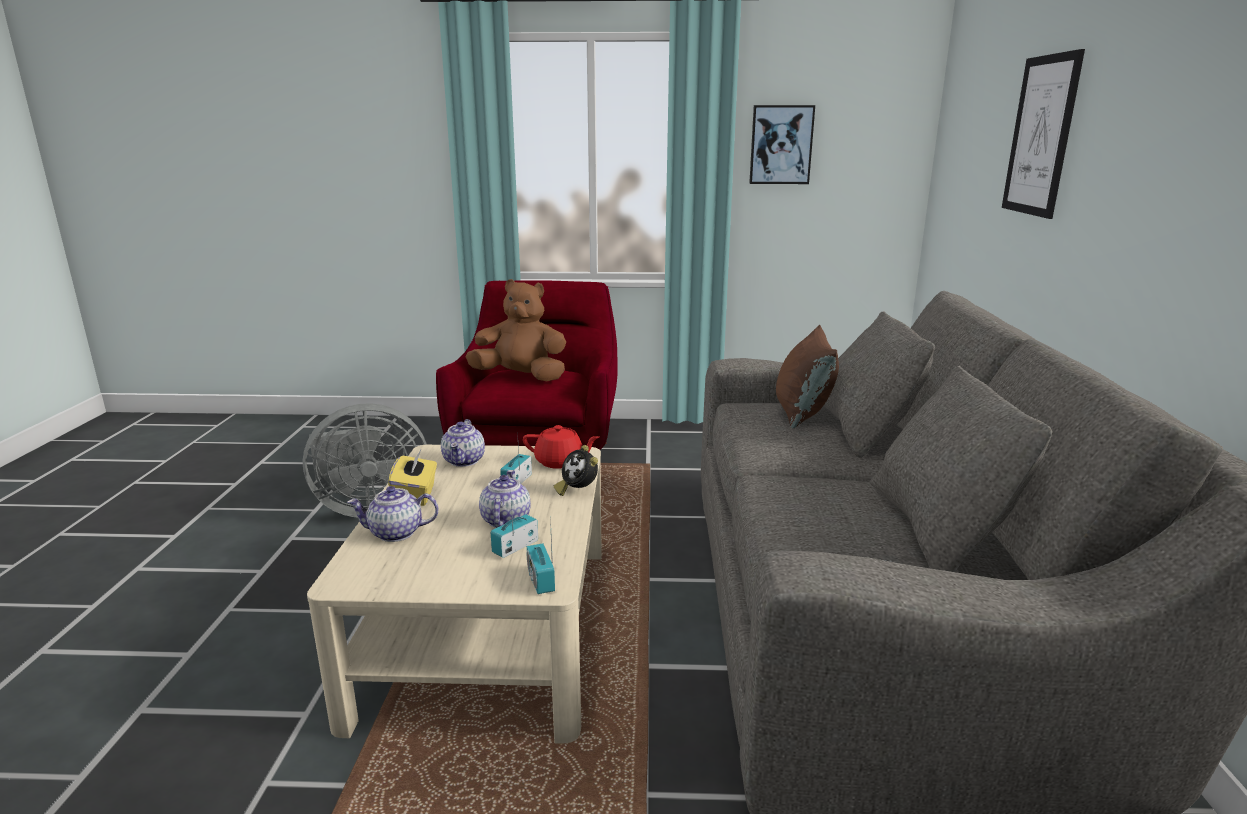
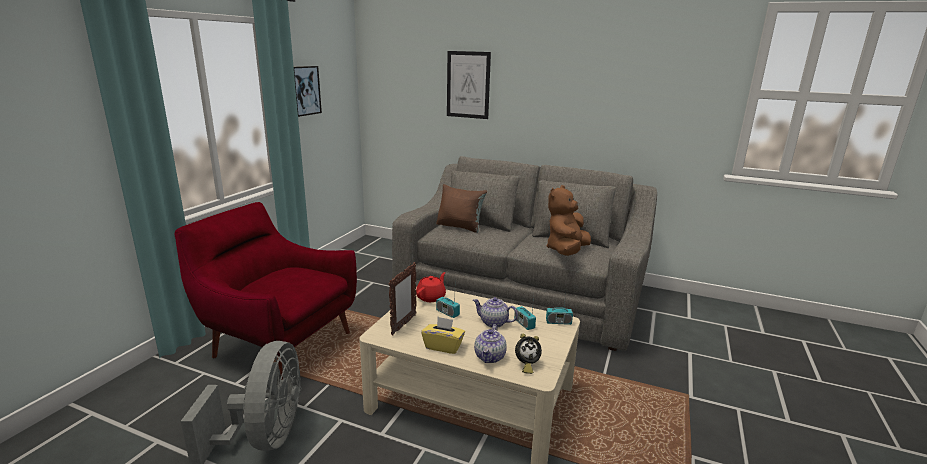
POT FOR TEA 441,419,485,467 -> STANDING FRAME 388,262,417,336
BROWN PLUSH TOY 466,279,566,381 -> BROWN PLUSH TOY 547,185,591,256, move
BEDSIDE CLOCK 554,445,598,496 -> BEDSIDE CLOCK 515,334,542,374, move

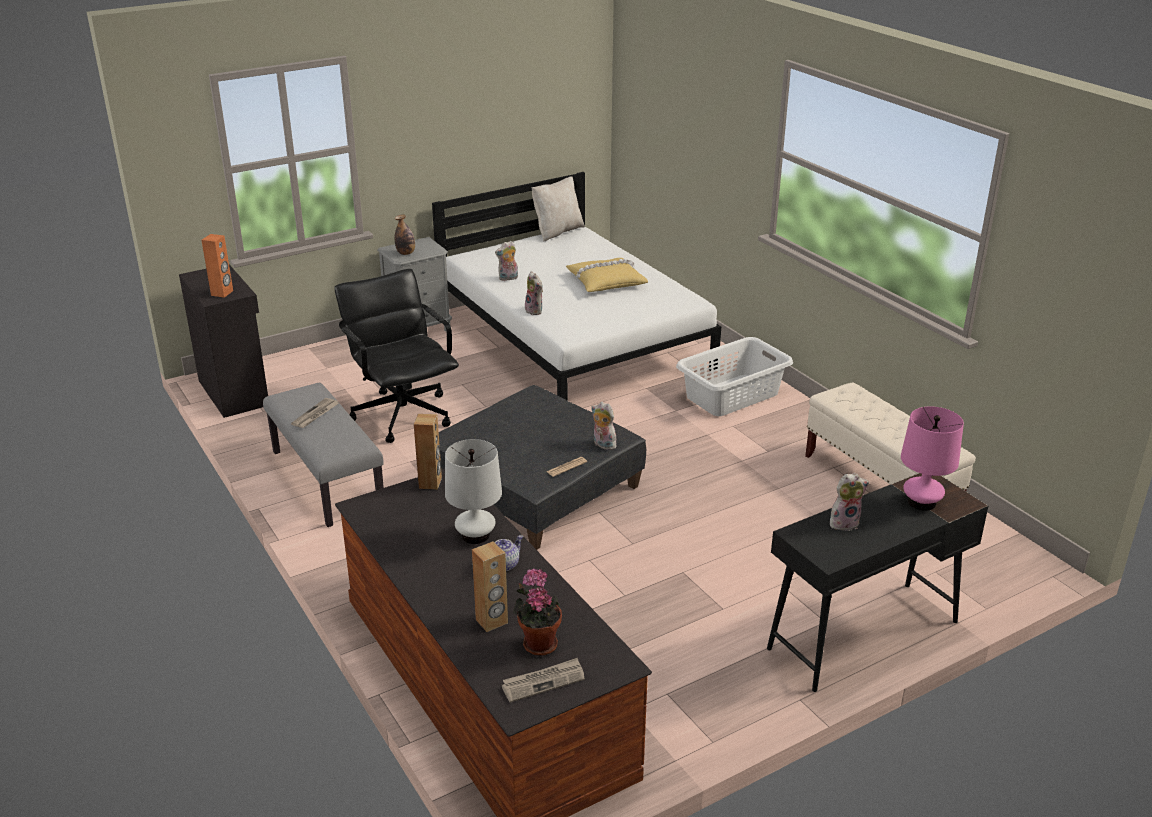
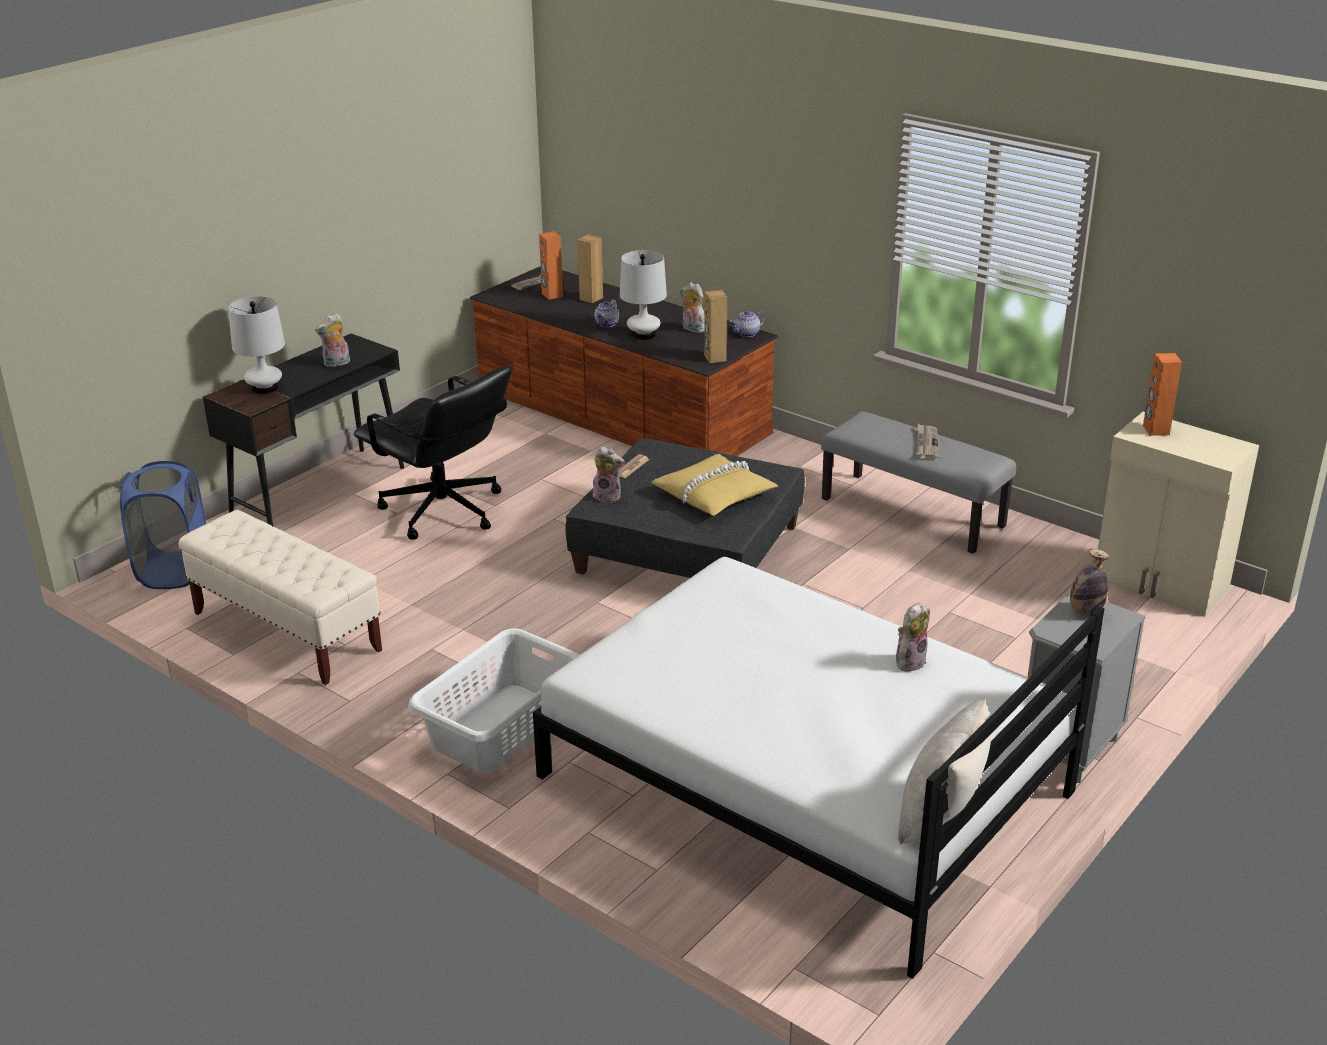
BLACK CABINET 179,264,268,418 -> BEIGE-COLOURED CABINET 1098,412,1259,617
BLACK DESK CHAIR 334,269,459,443 -> BLACK DESK CHAIR 354,366,512,540, move
POTTED PLANT 513,568,562,656 -> ORANGE AUDIO SPEAKER 539,231,563,300
PLUSH TOY 525,271,543,315 -> PLUSH TOY 680,282,705,333, move
YELLOWISH THROW PILLOW 566,258,648,292 -> YELLOWISH THROW PILLOW 651,454,778,516, move
PINK TABLETOP LAMP 901,407,964,511 -> WHITE-COLOURED TABLETOP LAMP 228,296,285,394
none -> BLUE WASHING BASKET 120,461,206,589
none -> POT FOR TEA 730,310,765,337

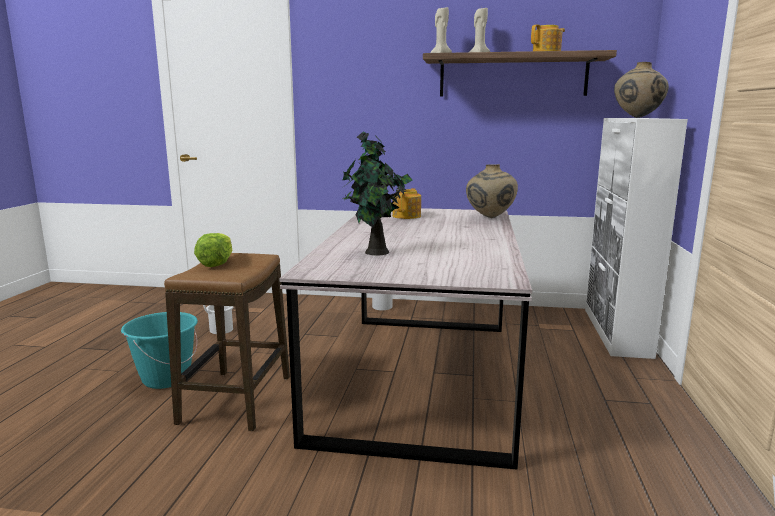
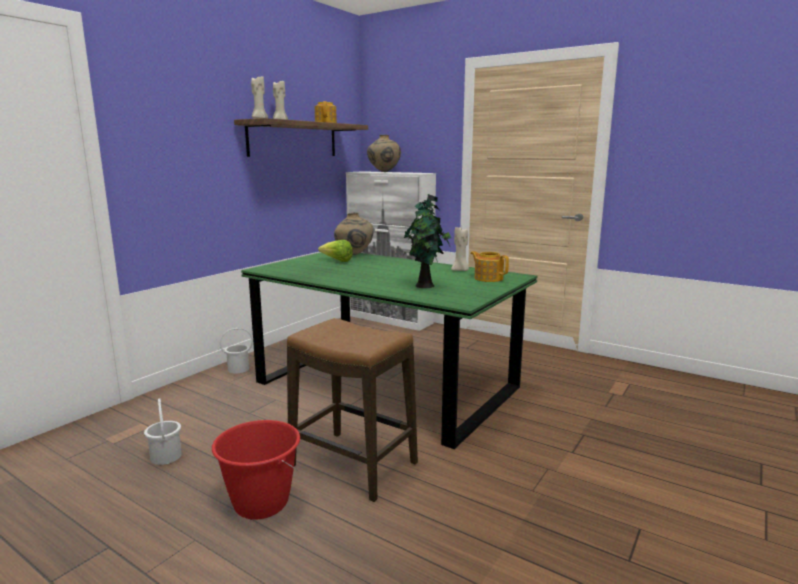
BLUE-GREEN WATER BUCKET 121,312,198,389 -> RED WATER BUCKET 212,420,300,520
LETTUCE 194,233,232,267 -> LETTUCE 318,240,353,262, move
GRAY KITCHEN TABLE 279,208,532,470 -> GREEN KITCHEN TABLE 241,253,538,449
POT FOR TEA 392,188,421,219 -> POT FOR TEA 470,251,509,282, move
none -> BEIGE-COLOURED WAX CANDLE 451,227,469,271

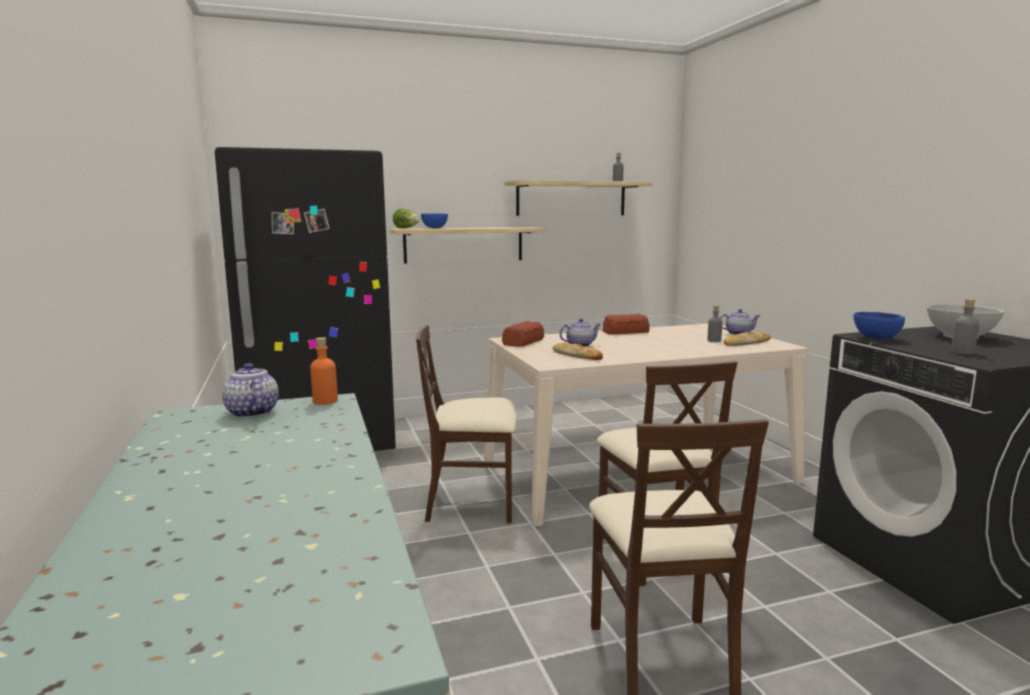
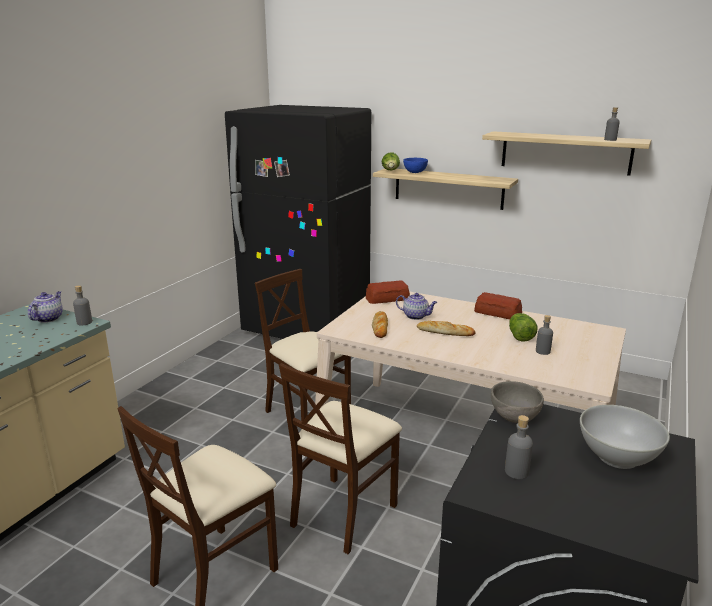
ORANGE BOTTLE 310,337,338,405 -> GRAY BOTTLE 73,285,92,325
POT FOR TEA 720,309,760,335 -> none
BAKED BREAD 723,332,771,346 -> BAKED BREAD 417,321,475,336, move
BLUE SERVING BOWL 853,312,905,339 -> GRAY SERVING BOWL 491,381,544,423
none -> LETTUCE 509,313,537,342

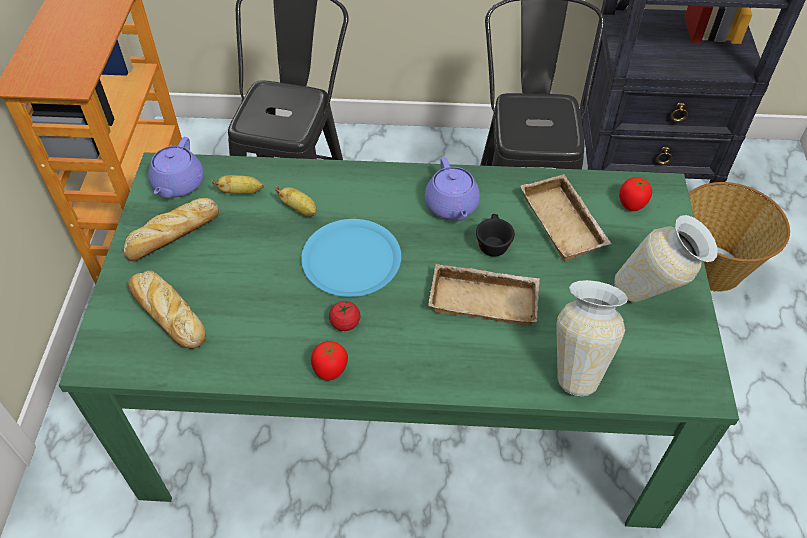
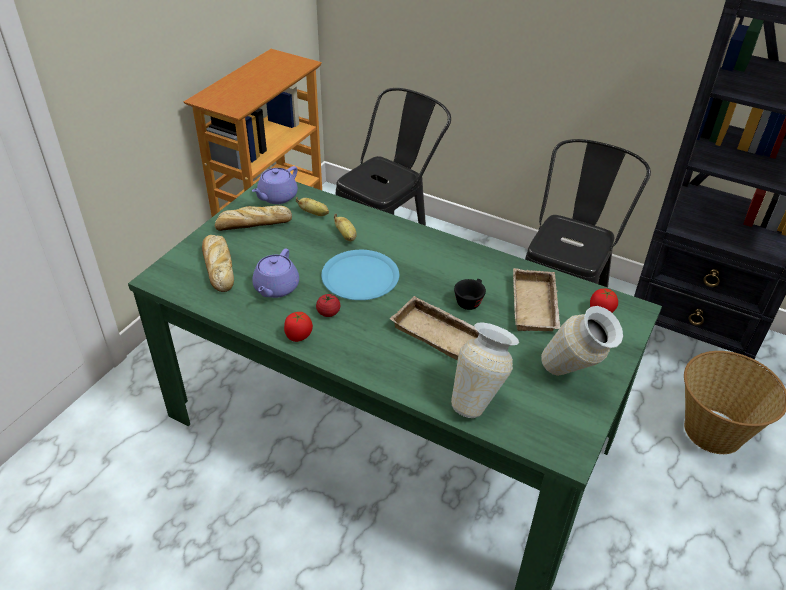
PURPLE POT FOR TEA 425,157,480,221 -> PURPLE POT FOR TEA 252,249,299,298, move

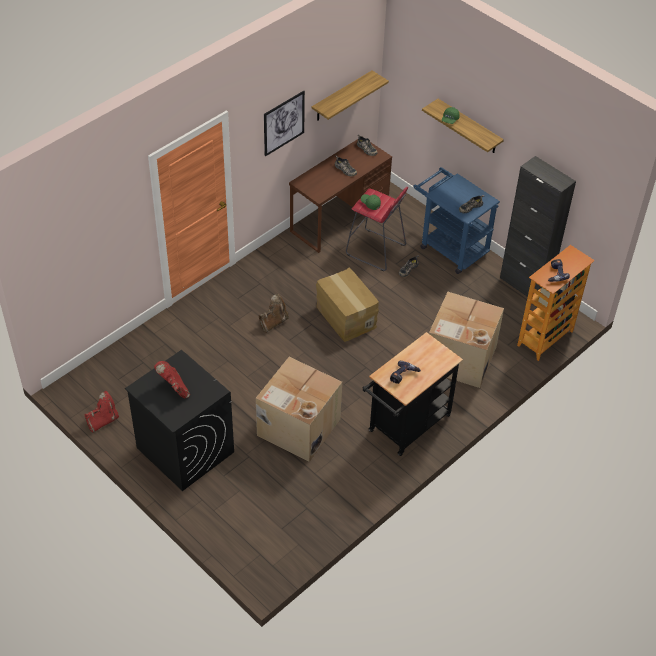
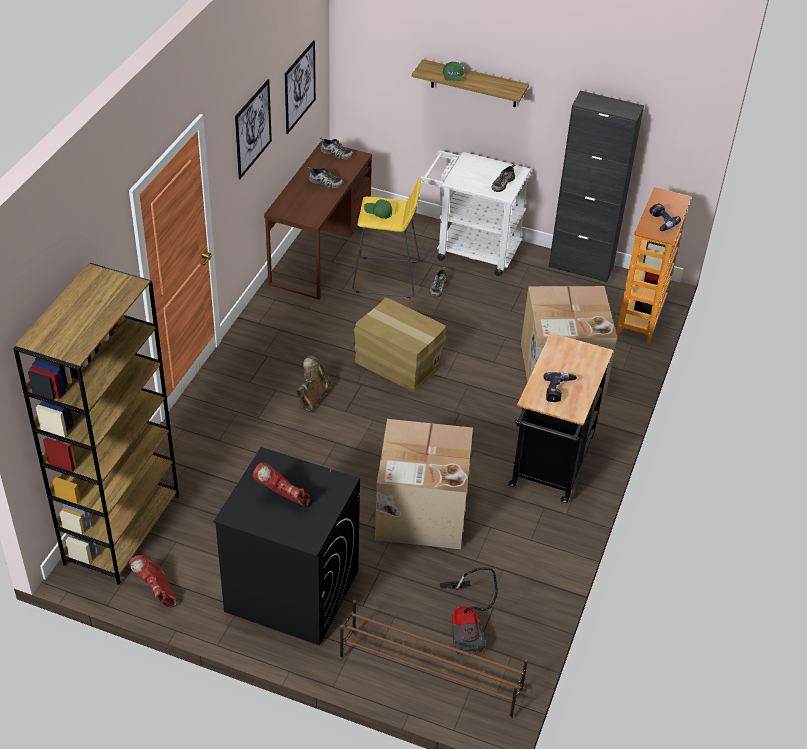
RED TALL BOOT 85,391,119,433 -> RED TALL BOOT 129,555,177,607, 60 degrees counterclockwise
BRACKET SHELF 312,71,389,121 -> PICTURE 284,40,316,134
RED STOOL SEAT 346,187,408,271 -> YELLOWISH STOOL SEAT 353,177,421,298
BLUE TROLLEY 413,167,500,274 -> WHITE-COLOURED TROLLEY 421,150,531,276
none -> BROWN SHELVING UNIT 13,263,179,585
none -> BROWN SHOE RACK 340,600,528,719
none -> VACUUM CLEANER 440,568,498,654

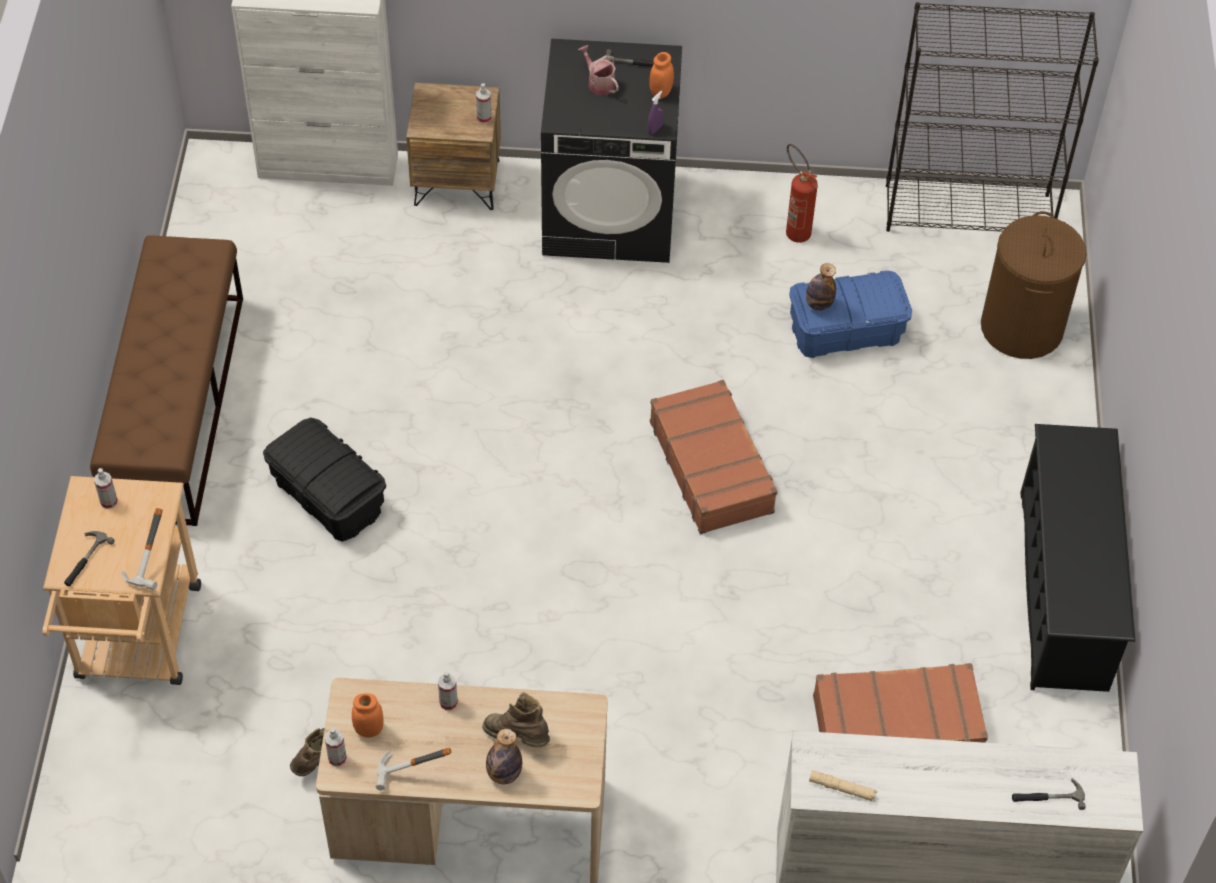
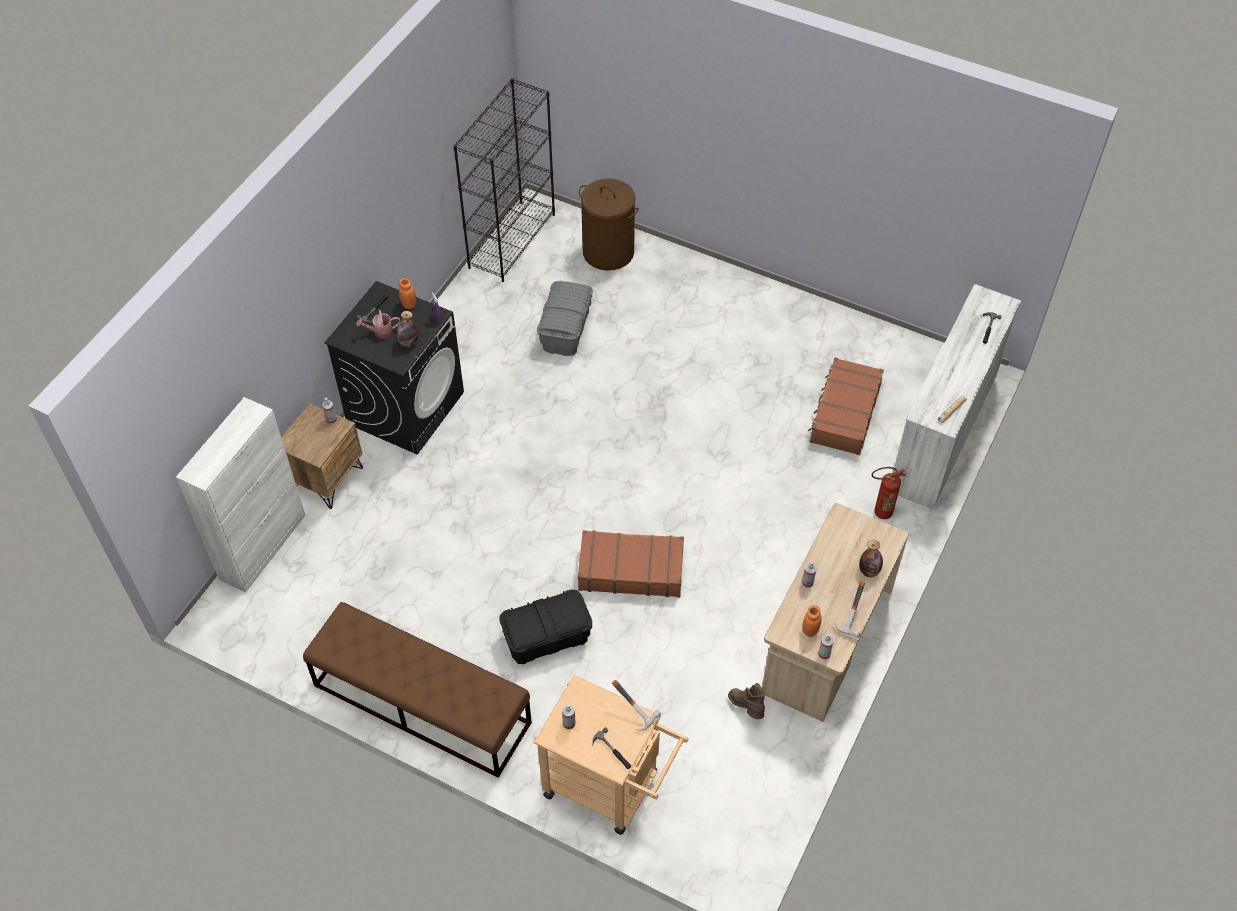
BROWN TALL BOOT 482,692,550,747 -> none
BROWN TRAVEL CASE 650,380,777,534 -> BROWN TRAVEL CASE 578,530,684,597, move
FIRE-FIGHTING CYLINDER 786,144,818,243 -> FIRE-FIGHTING CYLINDER 872,467,905,519, move
BLUE STORAGE BOX 789,270,912,358 -> GRAY STORAGE BOX 537,281,593,356
BOTTLE 806,263,836,311 -> BOTTLE 397,311,418,347, move
BLACK SHOE RACK 1020,424,1135,692 -> none

